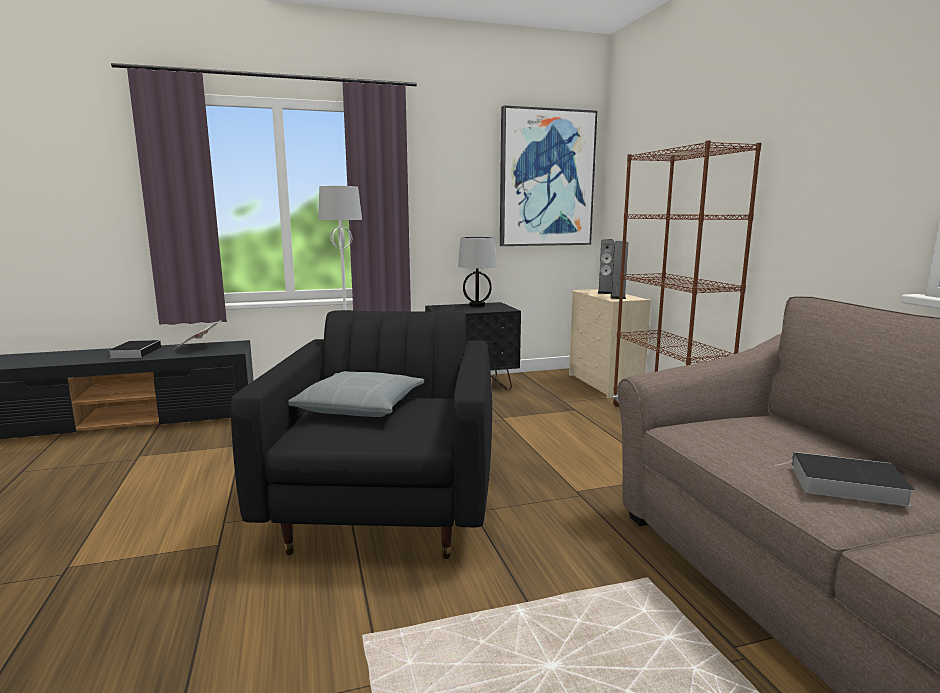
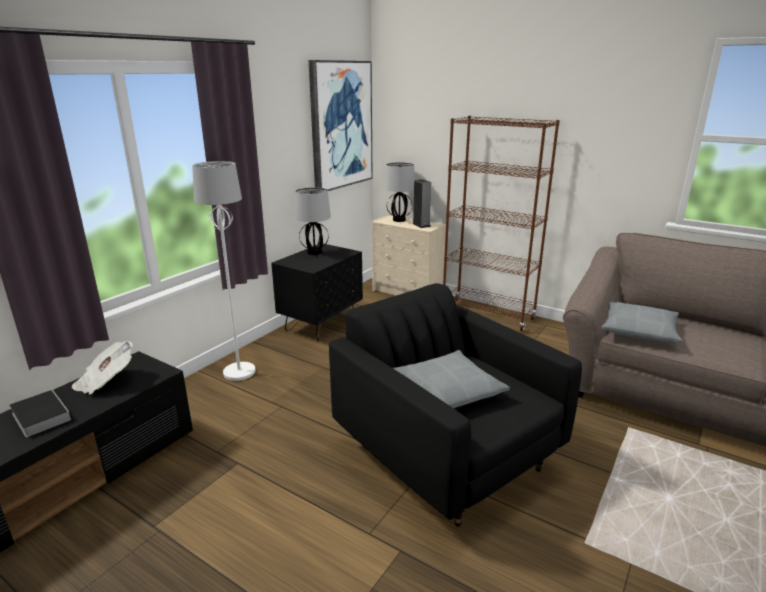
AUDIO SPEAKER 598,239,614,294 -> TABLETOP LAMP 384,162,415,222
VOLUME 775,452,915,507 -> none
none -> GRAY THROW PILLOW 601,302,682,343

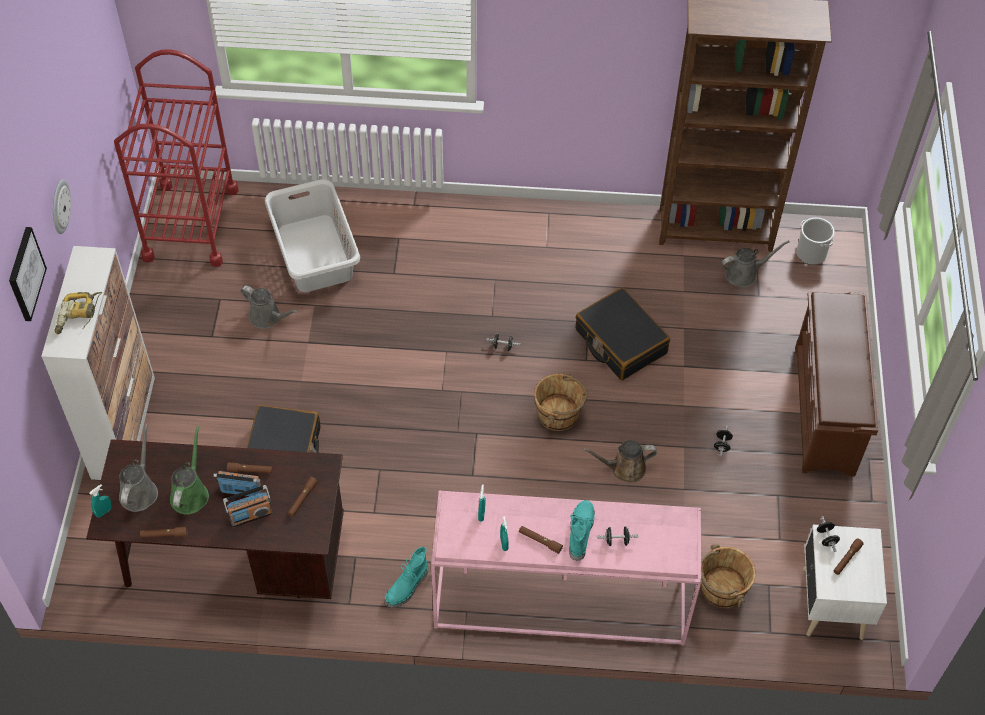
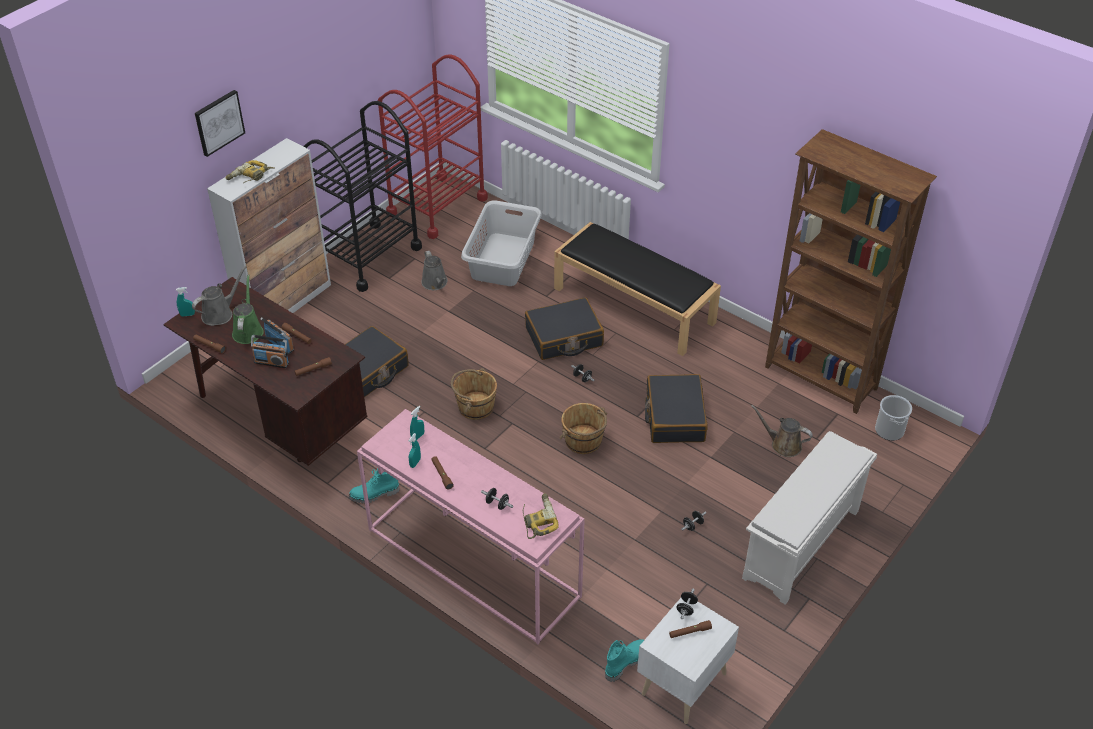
WALL CLOCK 53,179,71,234 -> none
GREEN SPRINKLING CAN 170,426,209,515 -> GREEN SPRINKLING CAN 232,275,264,344, 45 degrees counterclockwise
BLUE-GREEN TALL BOOT 569,500,595,561 -> BLUE-GREEN TALL BOOT 605,639,644,682, move
BROWN SPRINKLING CAN 583,440,657,483 -> BROWN SPRINKLING CAN 751,405,813,457, move
BROWN WATER BUCKET 701,544,756,608 -> BROWN WATER BUCKET 451,368,497,420, move
GRAY SPRINKLING CAN 722,240,790,287 -> none
BROWN SHOE RACK 795,292,878,477 -> WHITE-COLOURED SHOE RACK 742,431,877,605
none -> BLACK TROLLEY 303,101,422,292
none -> DRILL 523,493,559,539
none -> BLACK TRAVEL CASE 525,297,604,360
none -> BLACK LONG SEAT 554,222,721,356

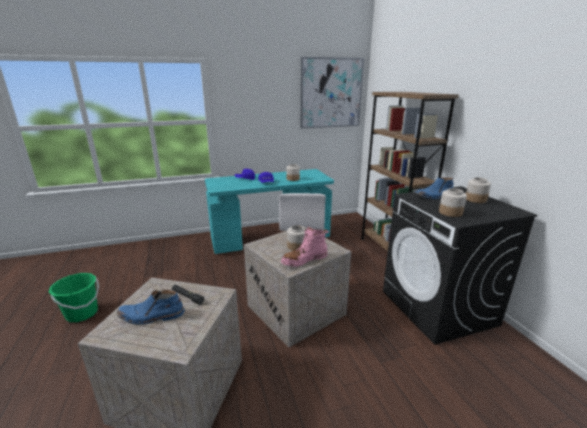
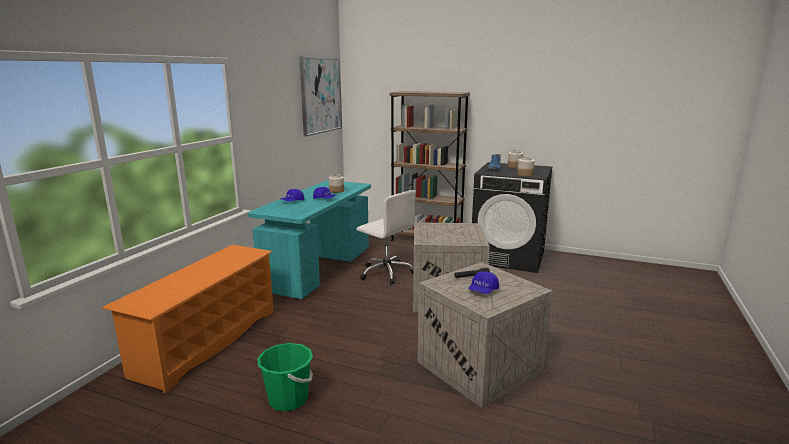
BLUE TALL BOOT 117,290,185,325 -> BLUE CAP 468,271,499,294
PINK TALL BOOT 281,227,329,267 -> none
PRESERVE JAR 287,225,306,251 -> none
none -> ORANGE SHOE RACK 102,245,274,393

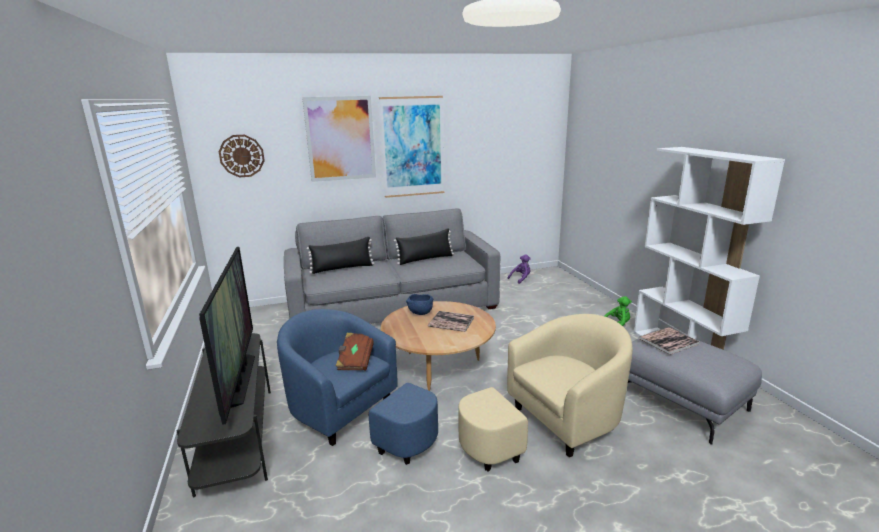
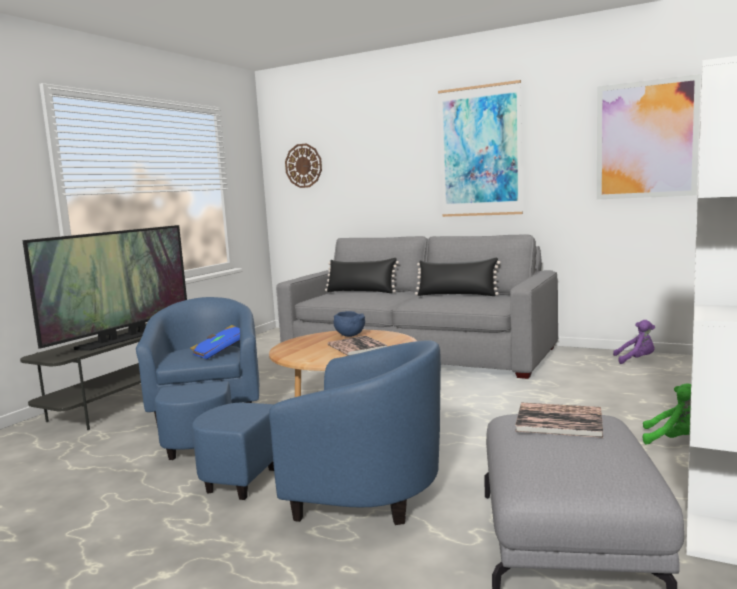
PICTURE 302,96,376,182 -> PICTURE 597,74,701,199, move
BROWN VOLUME 336,333,374,370 -> BLUE VOLUME 190,325,240,359
BEIGE-COLOURED ARMCHAIR 458,314,633,472 -> BLUE ARMCHAIR 192,340,441,525

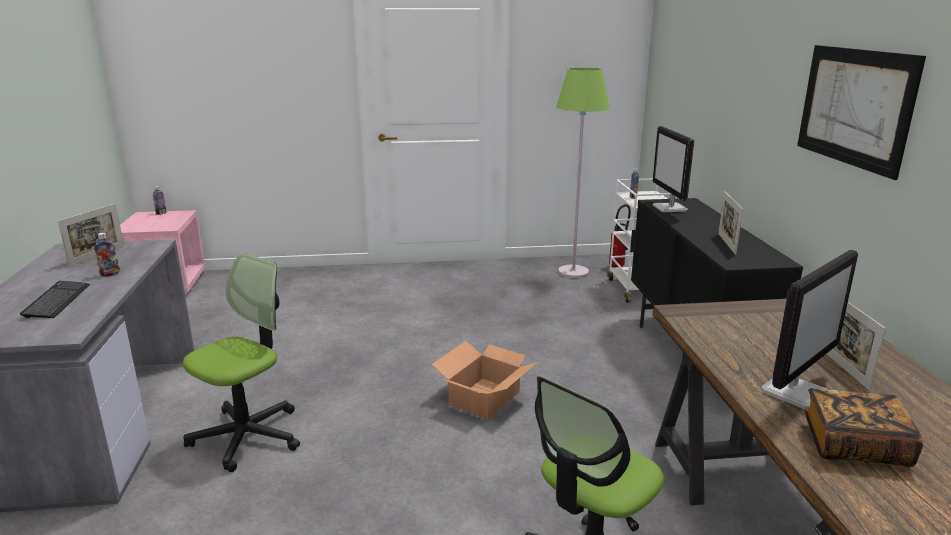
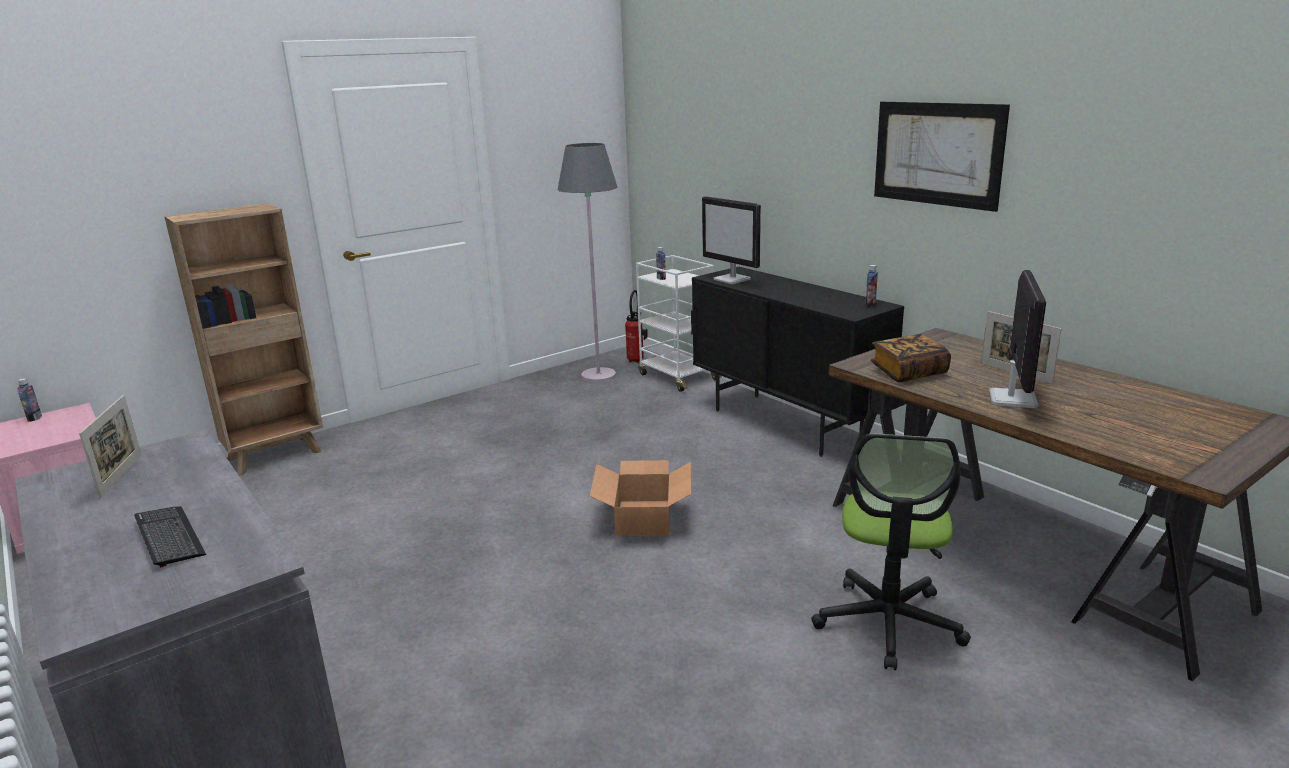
BOTTLE 94,233,120,276 -> BOTTLE 865,265,878,307, move
DESK CHAIR 183,253,300,472 -> none
GREEN FLOOR LAMP 556,67,610,278 -> GRAY FLOOR LAMP 558,143,617,382
STANDING FRAME 718,191,743,255 -> none
VOLUME 804,388,923,467 -> VOLUME 871,334,951,382, move
none -> BROWN SHELVING UNIT 164,203,323,475

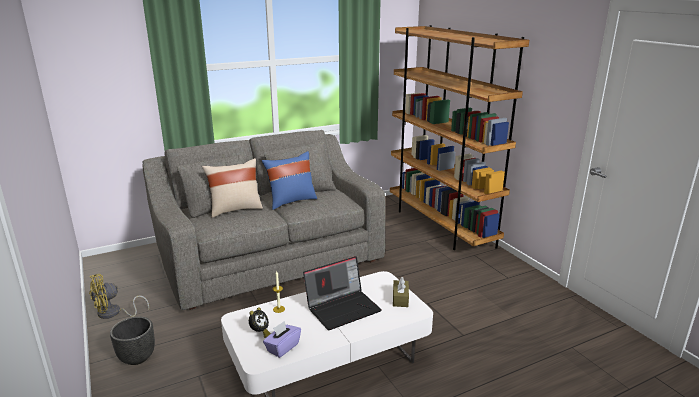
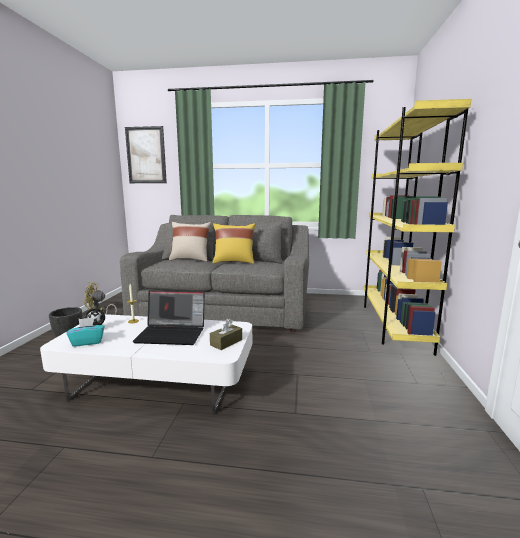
BLUE THROW PILLOW 262,151,317,210 -> YELLOWISH THROW PILLOW 213,223,255,264
PURPLE BOX OF TISSUES 263,321,301,358 -> BLUE-GREEN BOX OF TISSUES 67,318,105,347
BROWN SHELVING UNIT 390,25,529,250 -> YELLOWISH SHELVING UNIT 364,99,471,356
none -> PICTURE 125,126,167,183

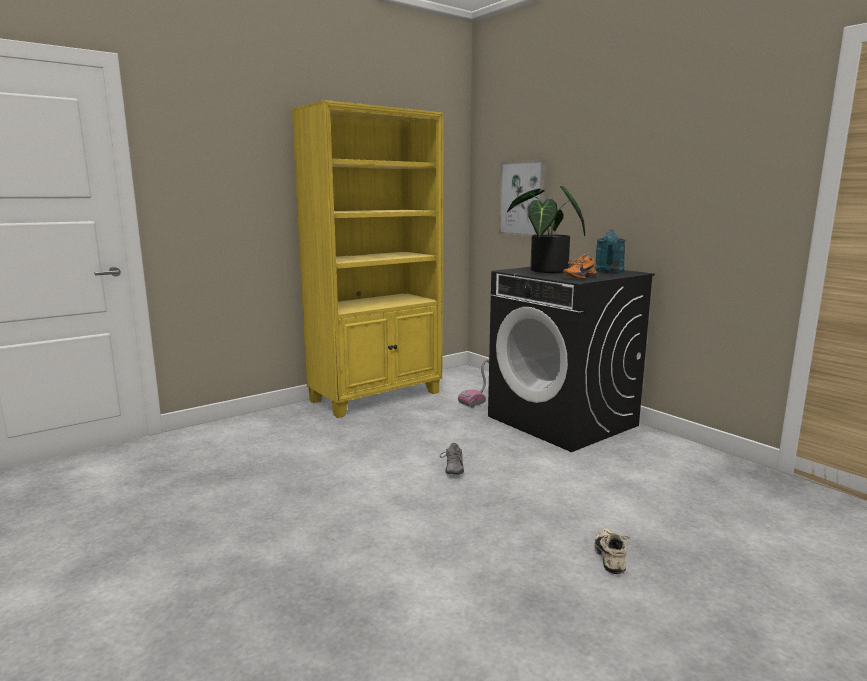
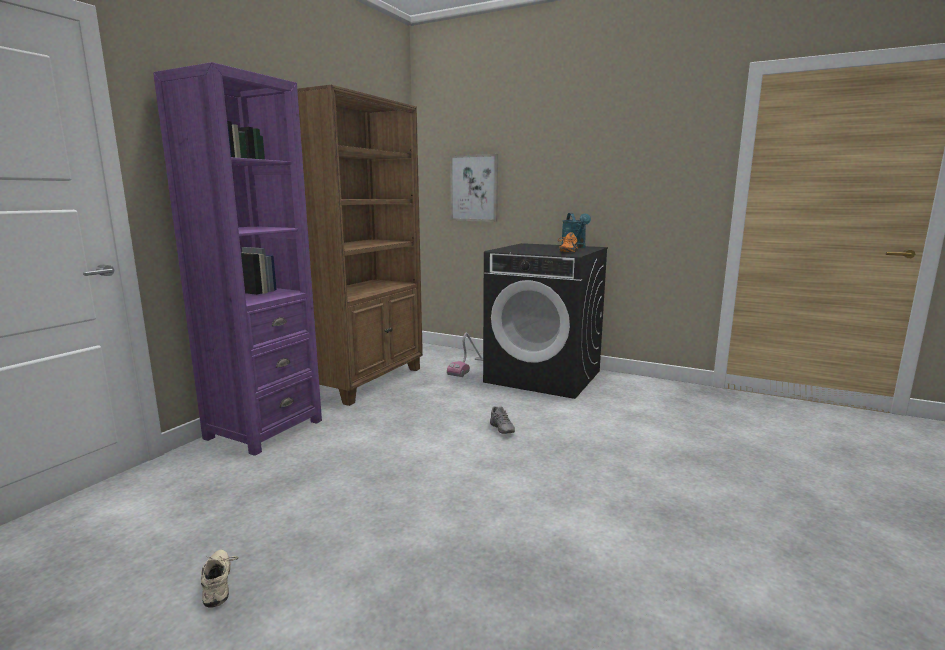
YELLOWISH SHELVING UNIT 292,100,443,418 -> BROWN SHELVING UNIT 297,85,423,406
POTTED PLANT 507,186,585,273 -> none
BEIGE-COLOURED LOW SHOE 595,528,630,574 -> BEIGE-COLOURED LOW SHOE 201,550,238,608, move
none -> PURPLE SHELVING UNIT 153,62,322,456

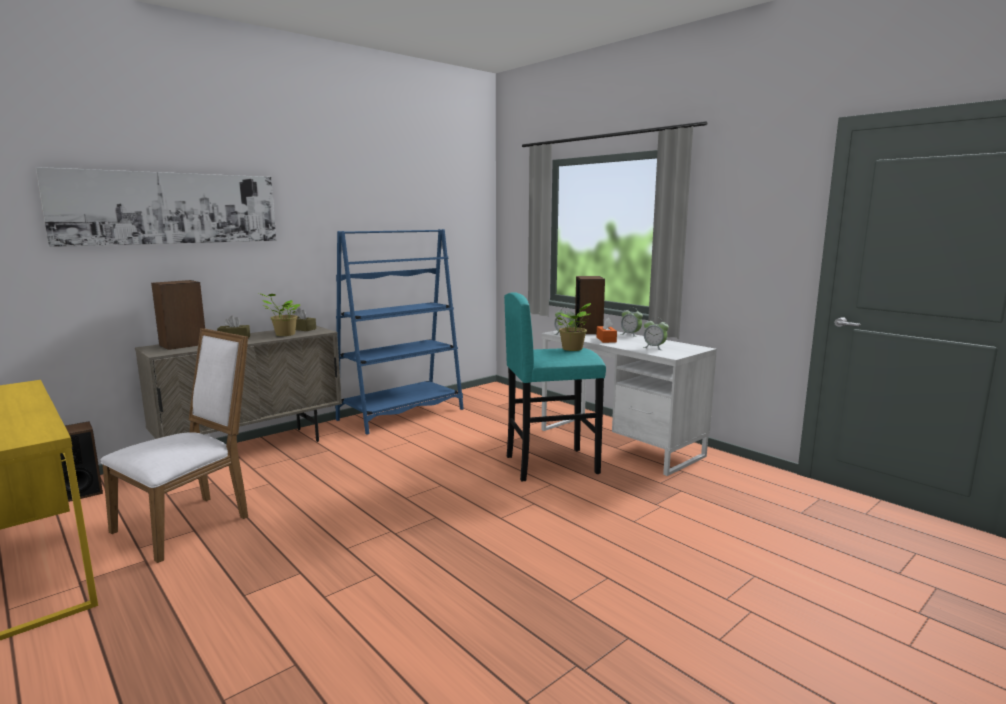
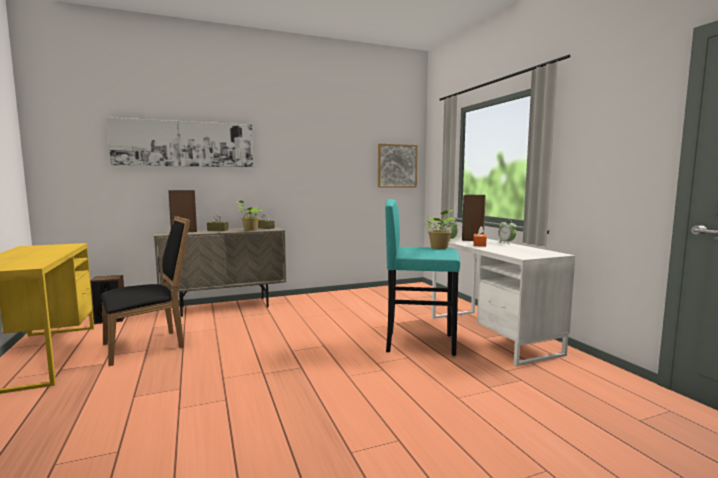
WHITE-COLOURED PLAIN CHAIR 101,328,248,563 -> BLACK PLAIN CHAIR 101,216,190,366
BLUE SHELVING UNIT 335,229,464,435 -> none
BEDSIDE CLOCK 643,317,669,350 -> none
none -> PICTURE 378,144,418,188

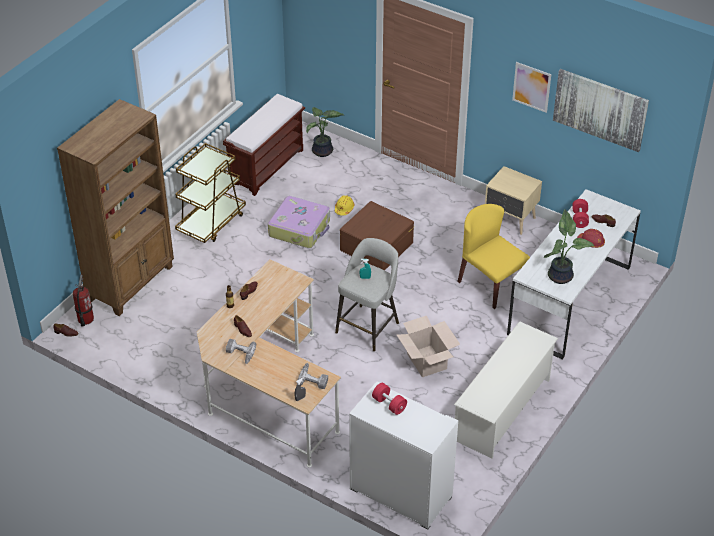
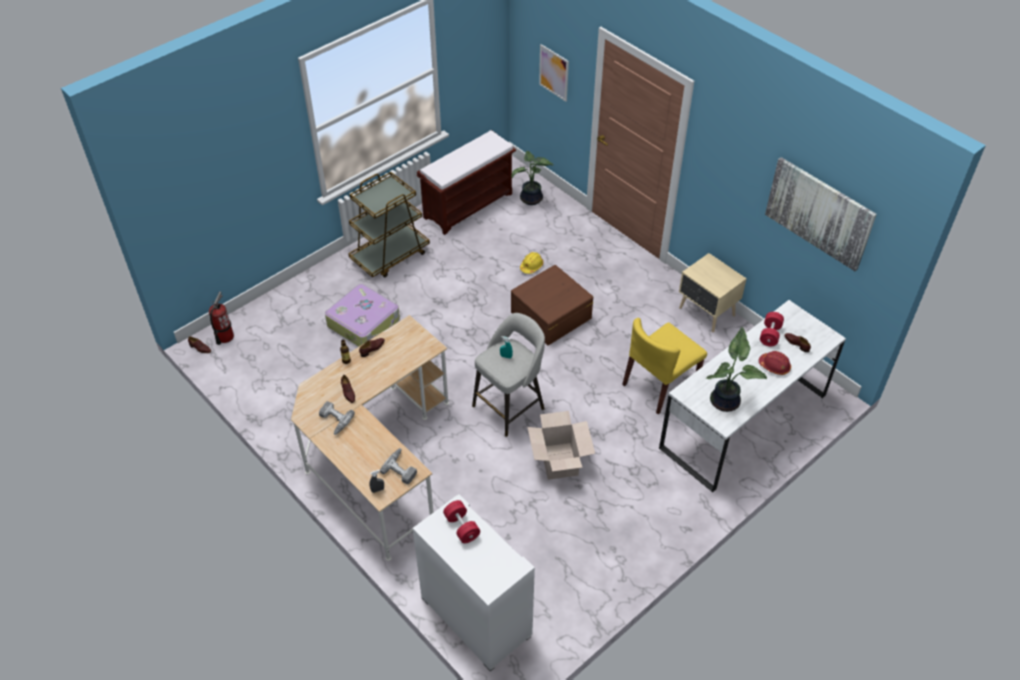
BROWN SHELVING UNIT 57,99,174,316 -> none
TRAVEL CASE 268,196,330,248 -> TRAVEL CASE 325,284,400,347, move
WHITE-COLOURED SHOE RACK 454,321,558,459 -> none
YELLOWISH PLAIN CHAIR 457,204,530,309 -> YELLOWISH PLAIN CHAIR 622,318,707,414, 105 degrees counterclockwise
PICTURE 512,62,551,113 -> PICTURE 539,44,569,102, move

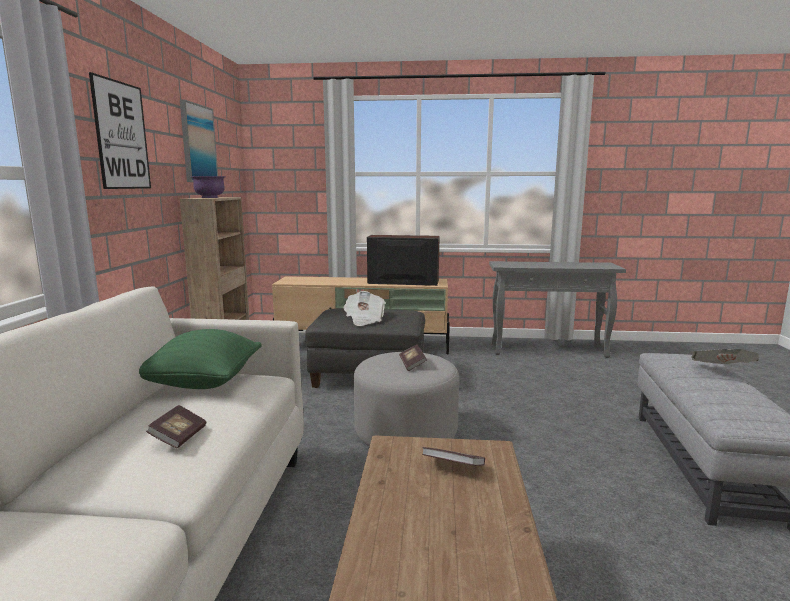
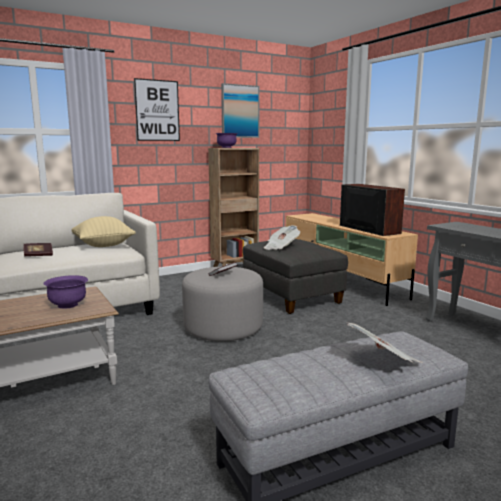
GREEN THROW PILLOW 139,329,262,389 -> BEIGE-COLOURED THROW PILLOW 72,216,136,247
VOLUME 422,447,485,466 -> PURPLE SERVING BOWL 43,275,88,309

